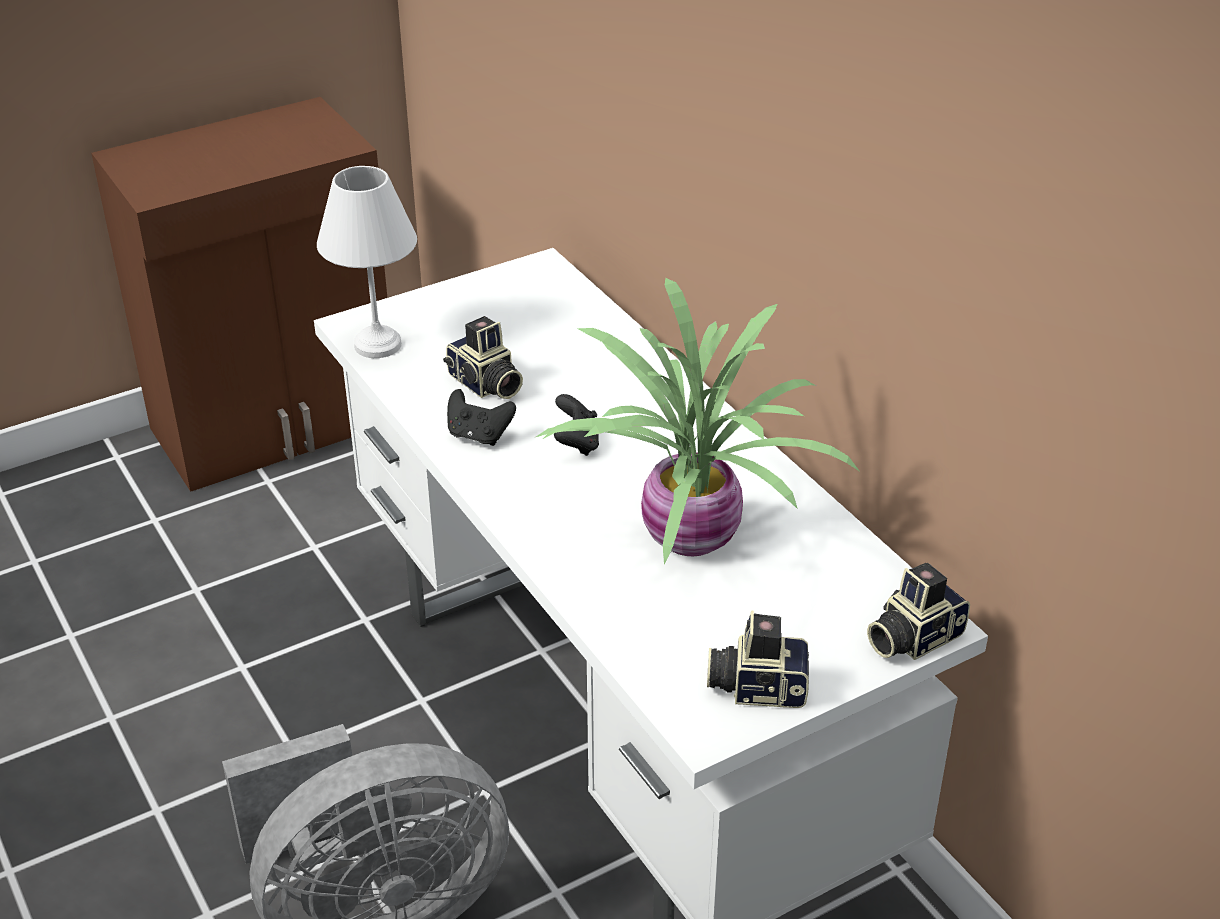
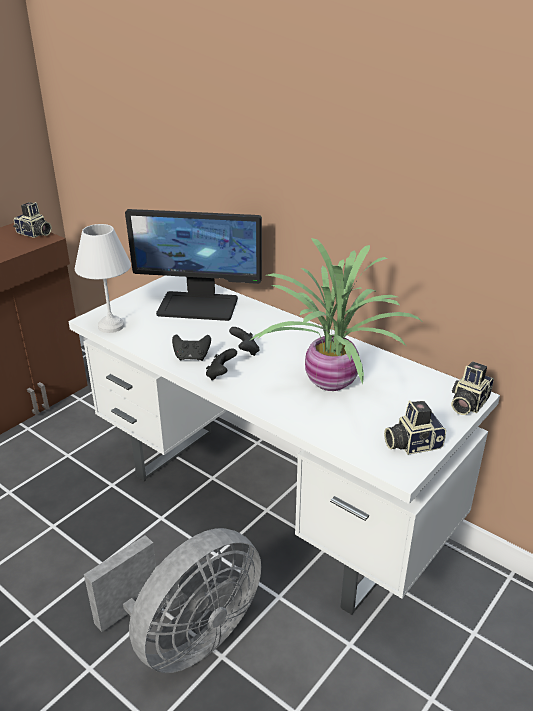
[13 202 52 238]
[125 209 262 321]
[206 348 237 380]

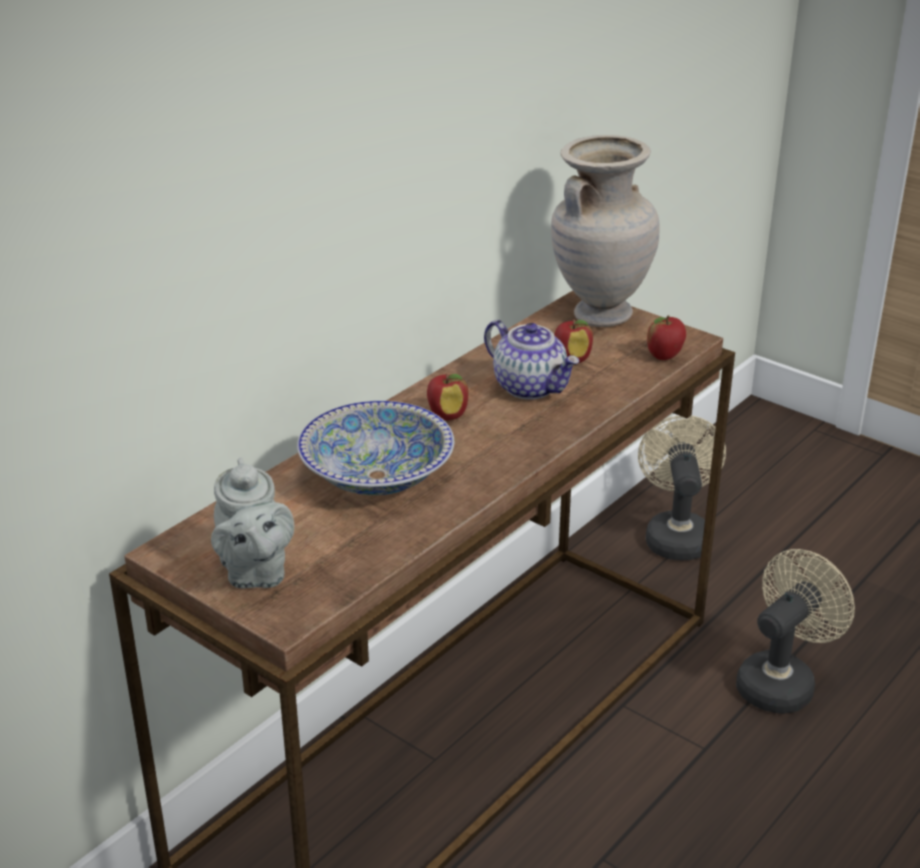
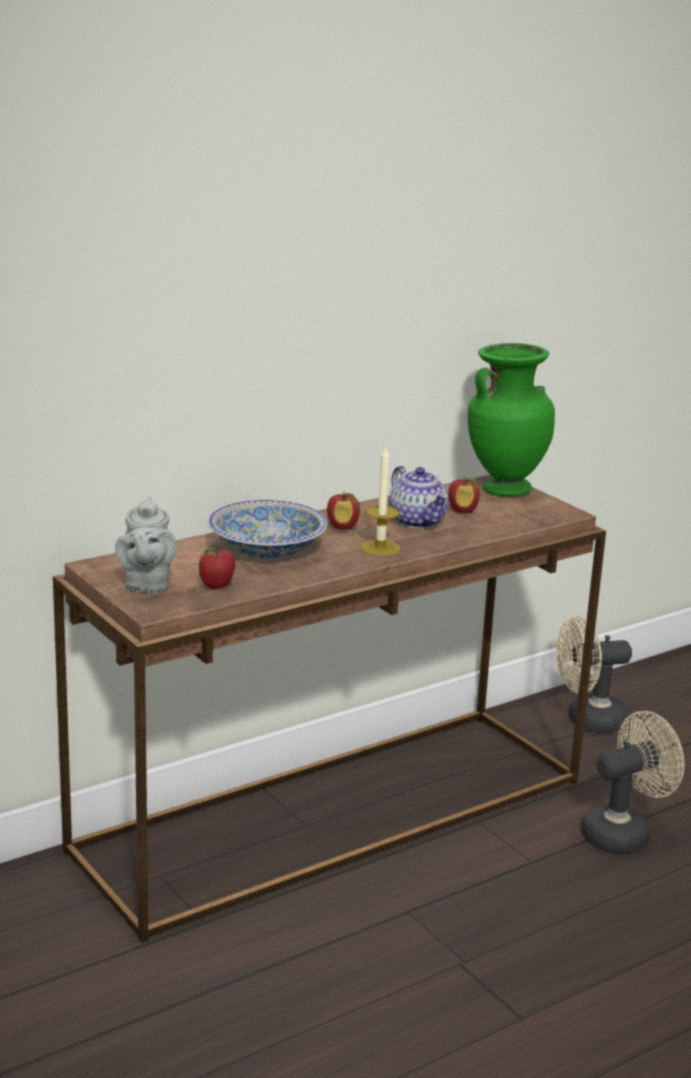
[199 547 235 589]
[361 448 400 556]
[468 343 555 497]
[556 616 632 732]

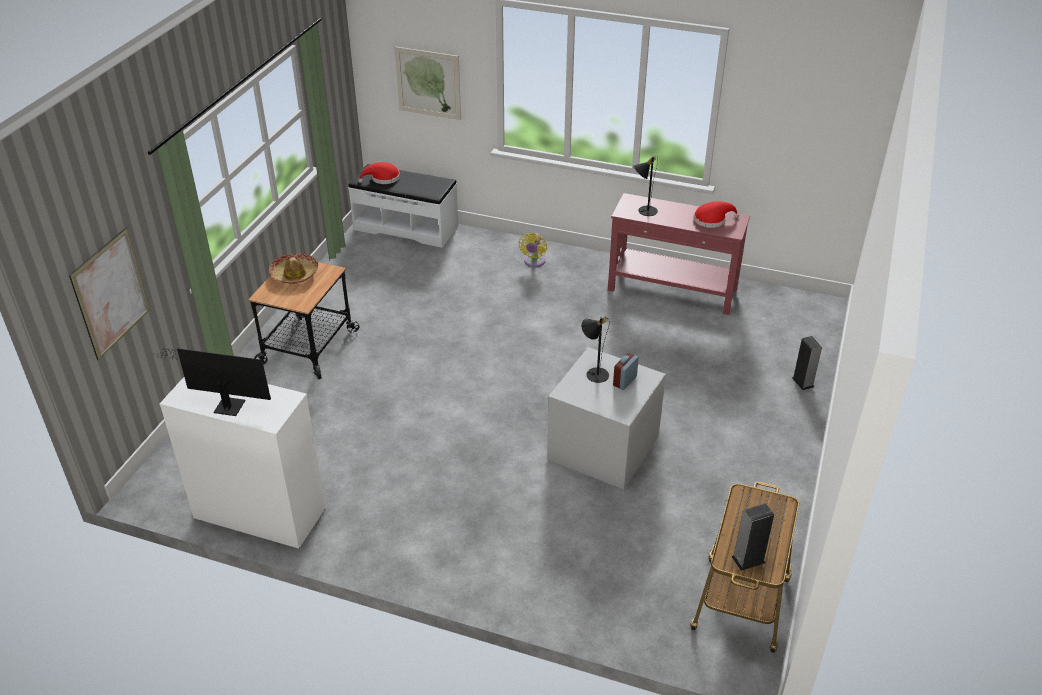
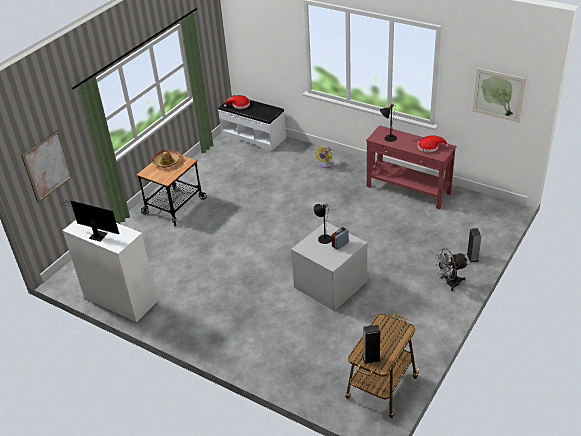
[435 248 468 291]
[472 68 526 123]

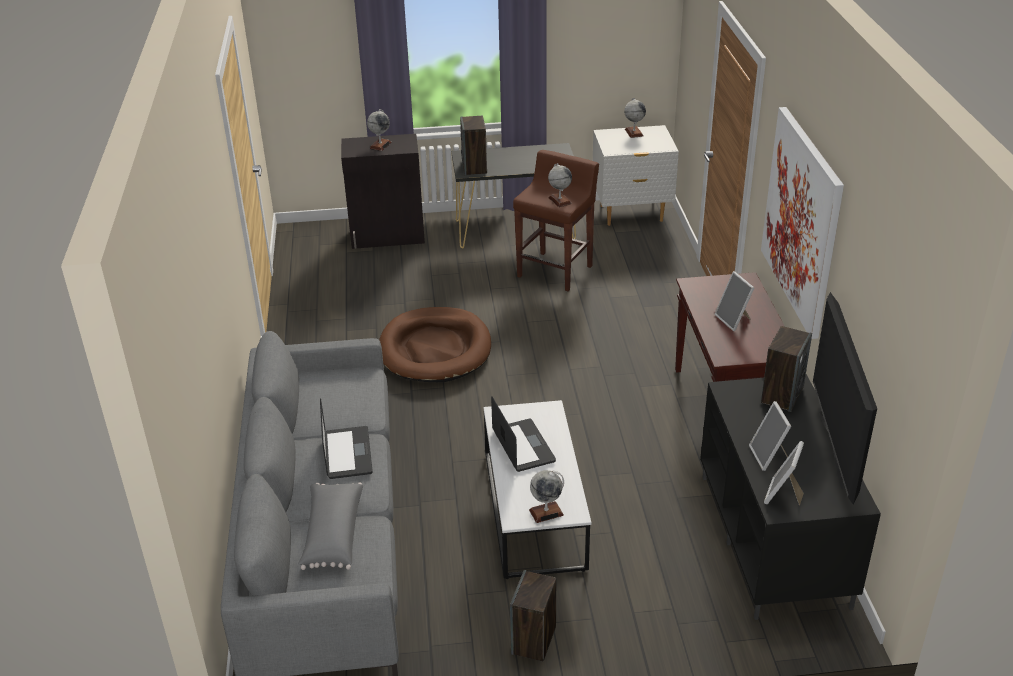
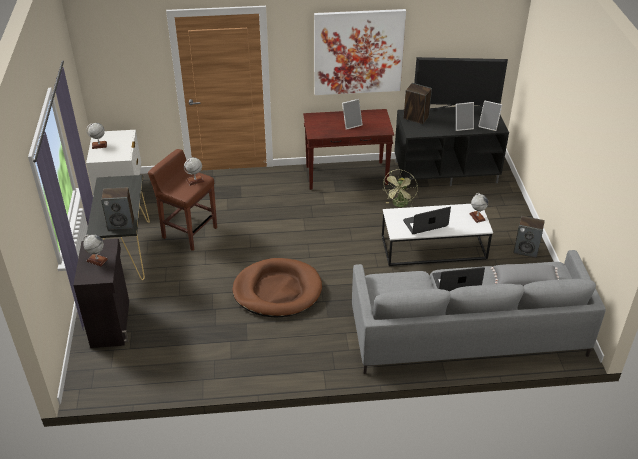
[383 169 418 207]

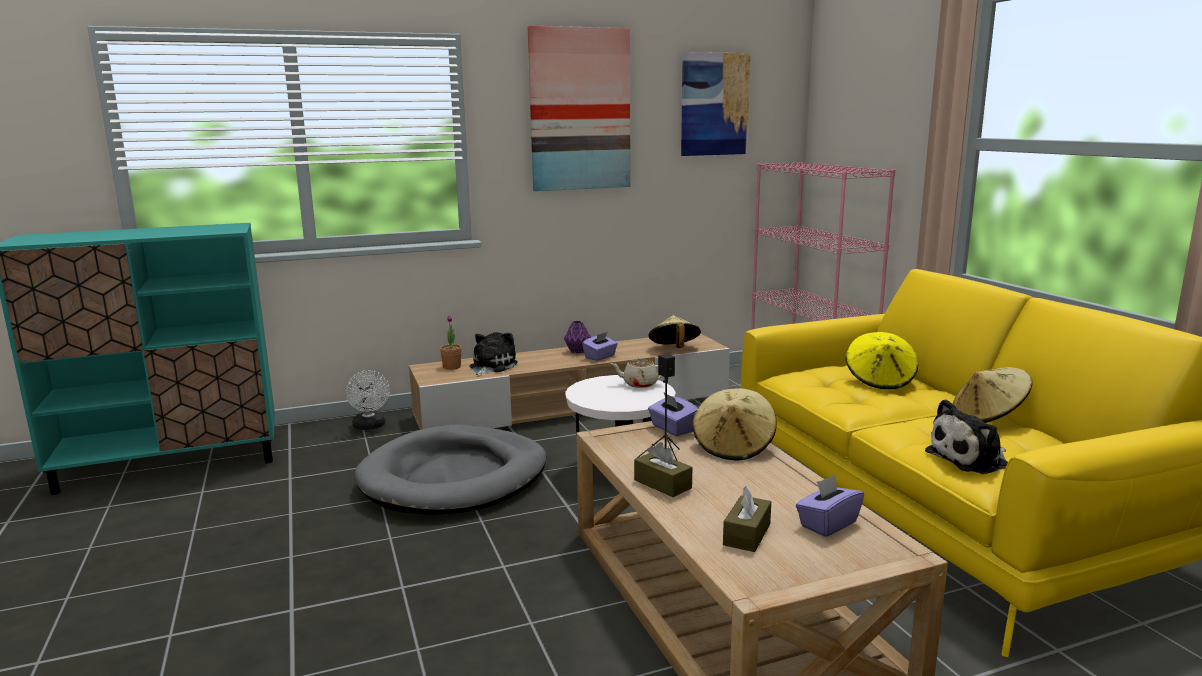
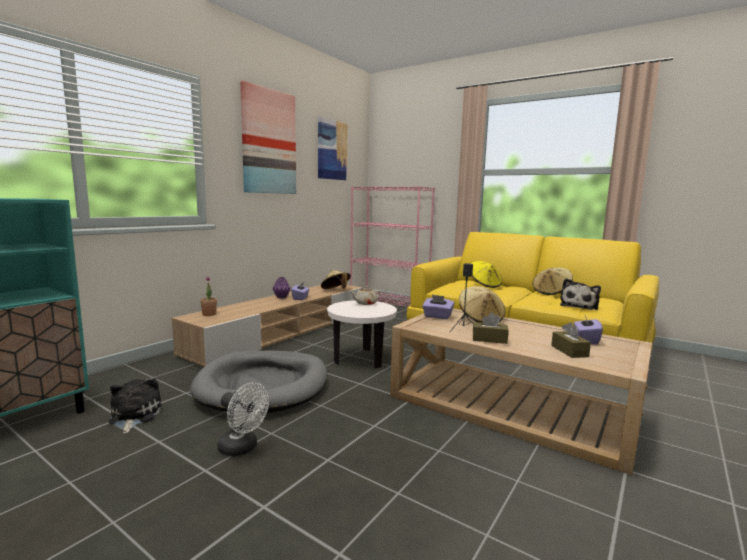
[108 378 162 434]
[218 382 269 457]

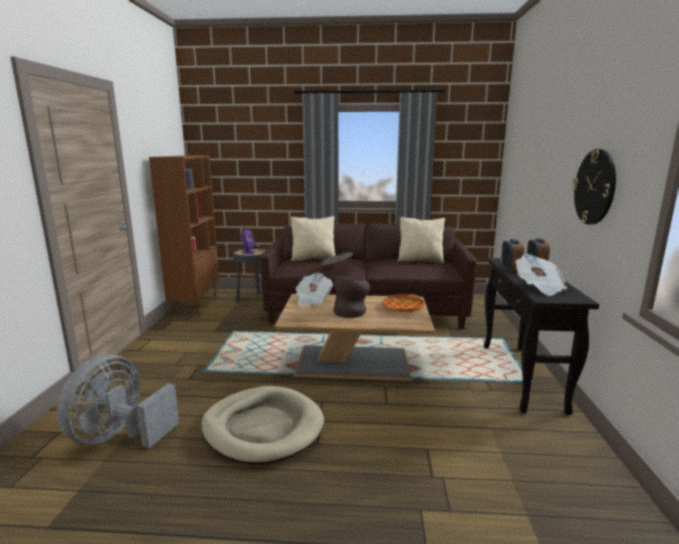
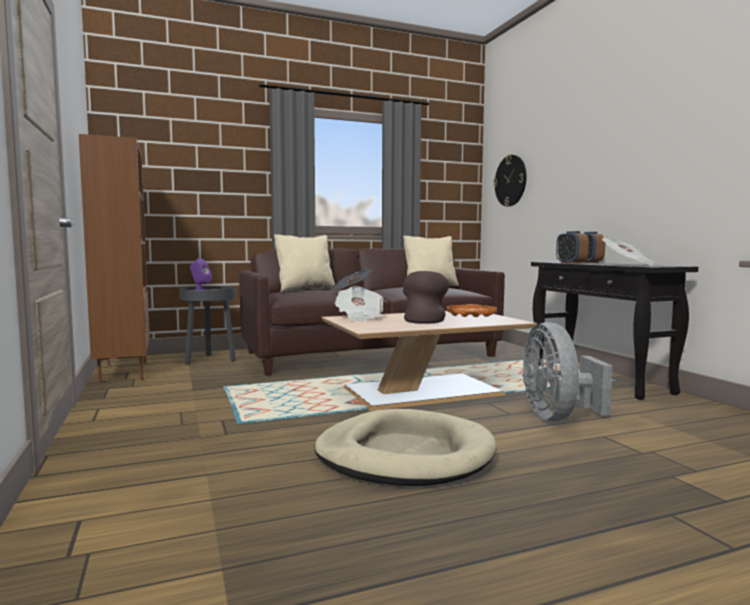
[493 155 526 206]
[522 322 612 422]

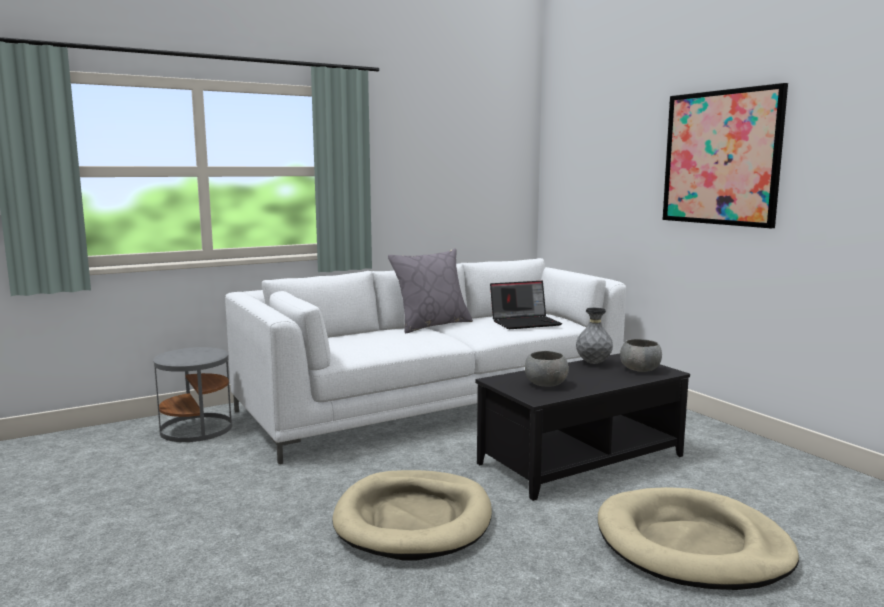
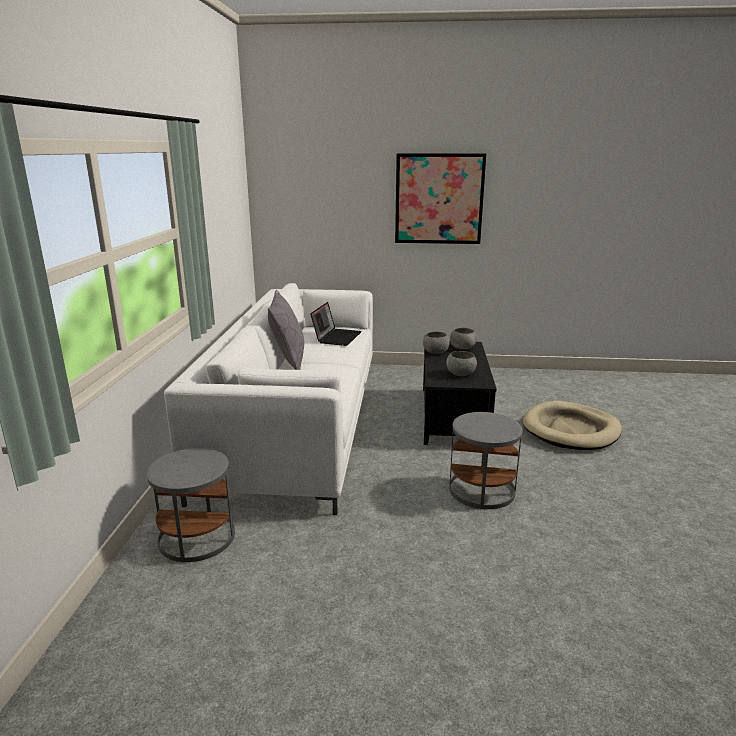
[423 332 450 354]
[449 412 523 509]

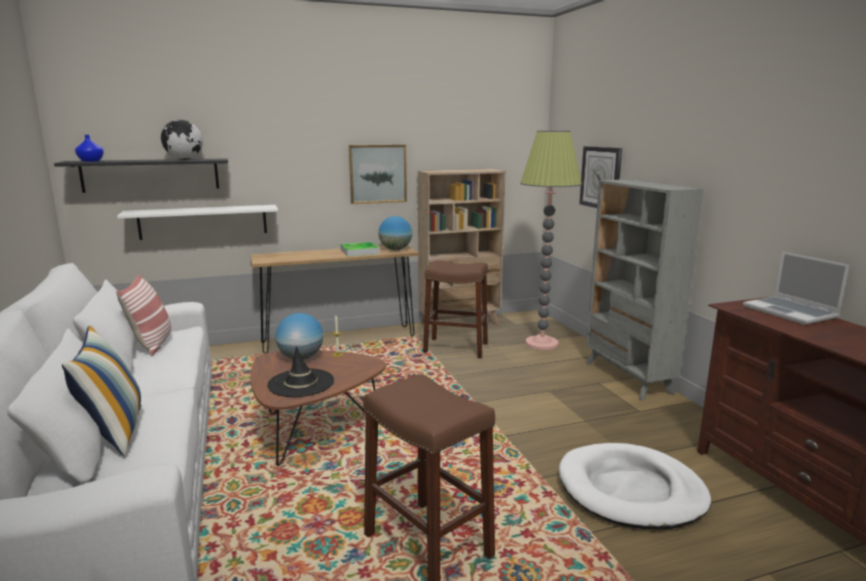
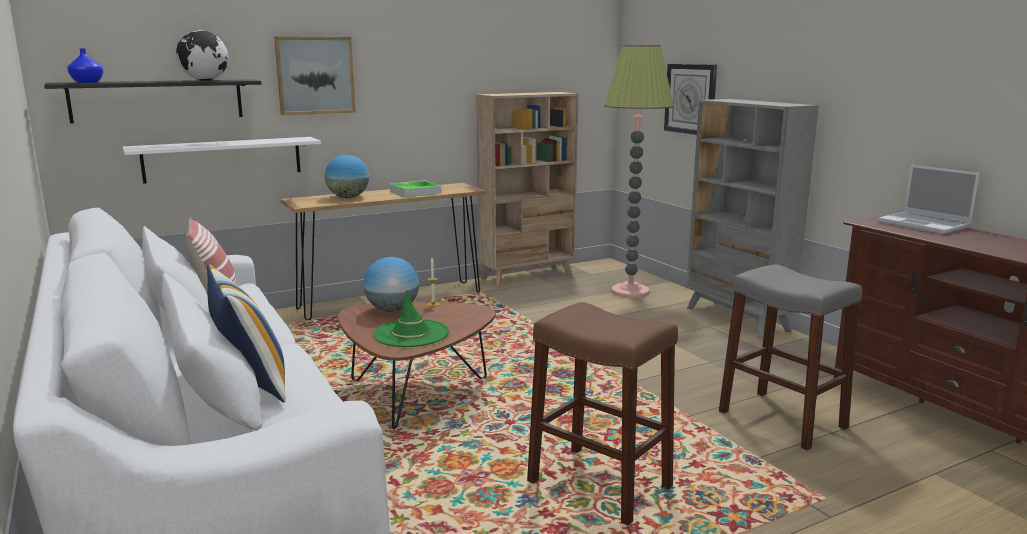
[274 36 356 115]
[325 155 369 198]
[373 290 449 347]
[719 264 862 450]
[423 260 488 358] (first image)

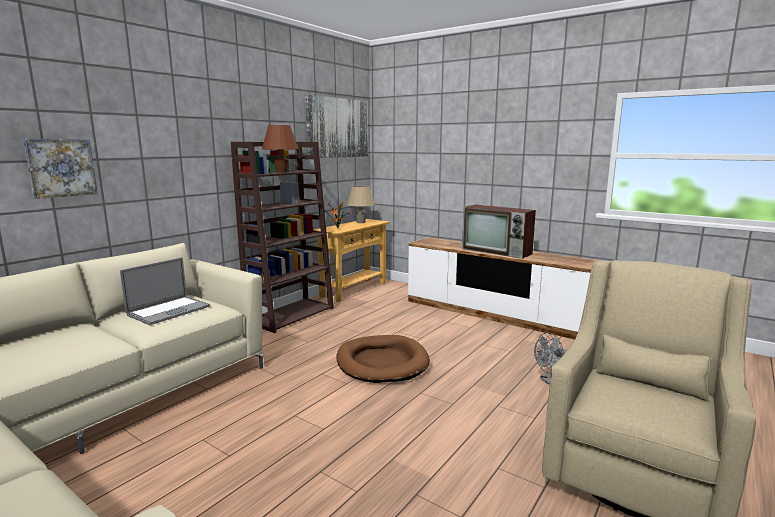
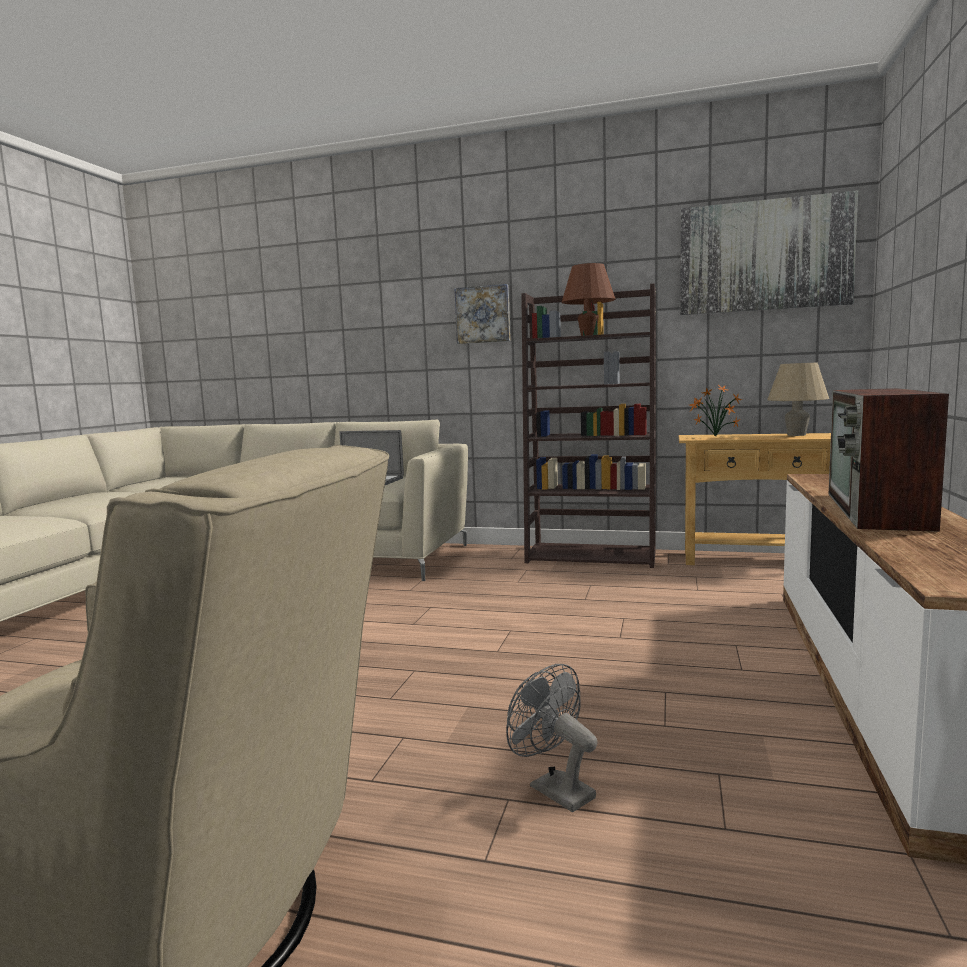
[455 284 510 344]
[336 335 430 383] (first image)

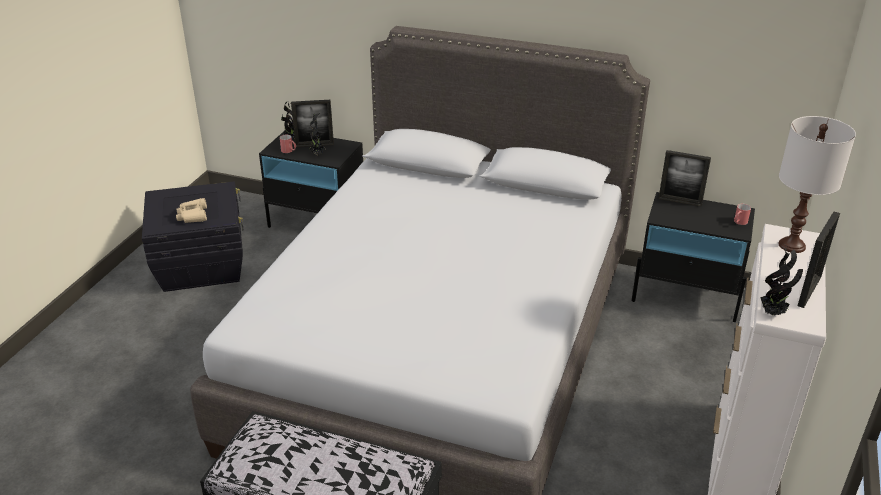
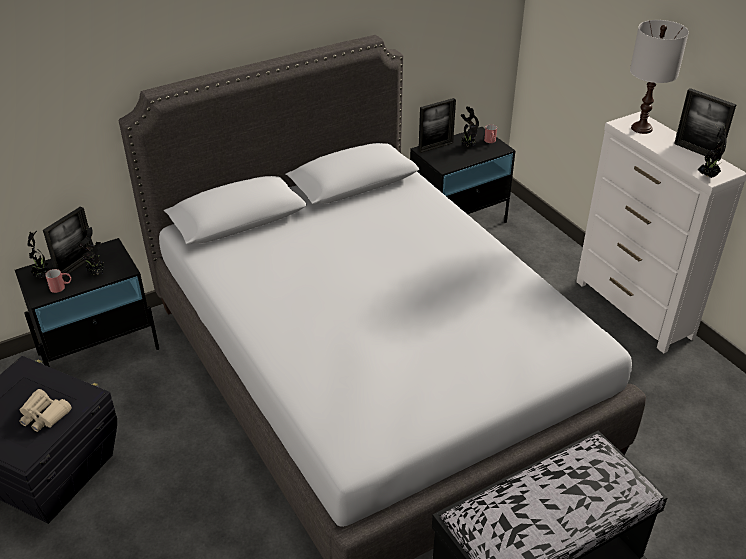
[461 107 479 147]
[674 88 736 161]

